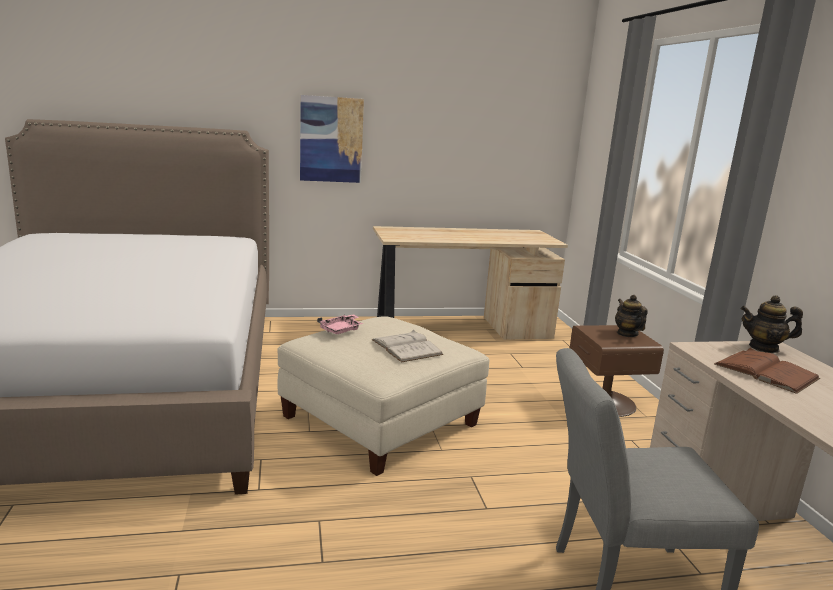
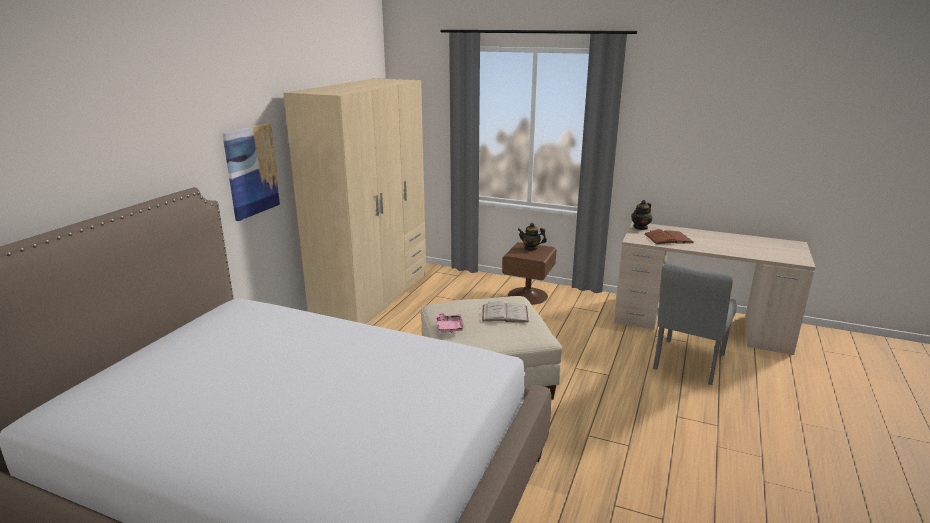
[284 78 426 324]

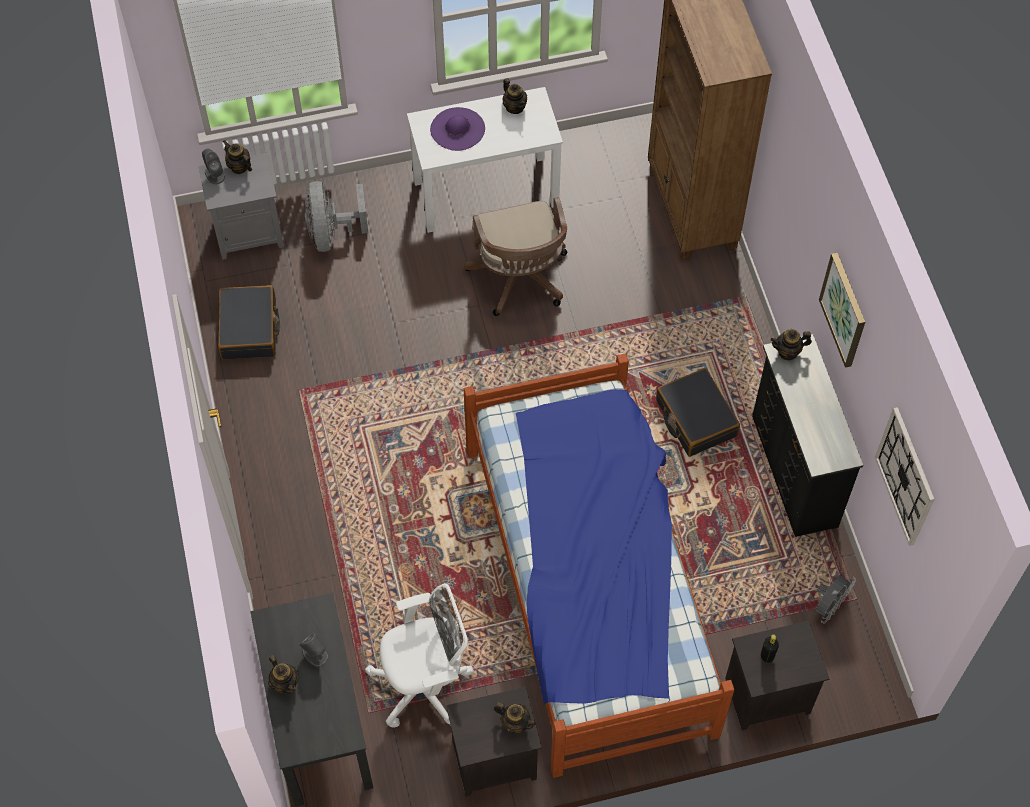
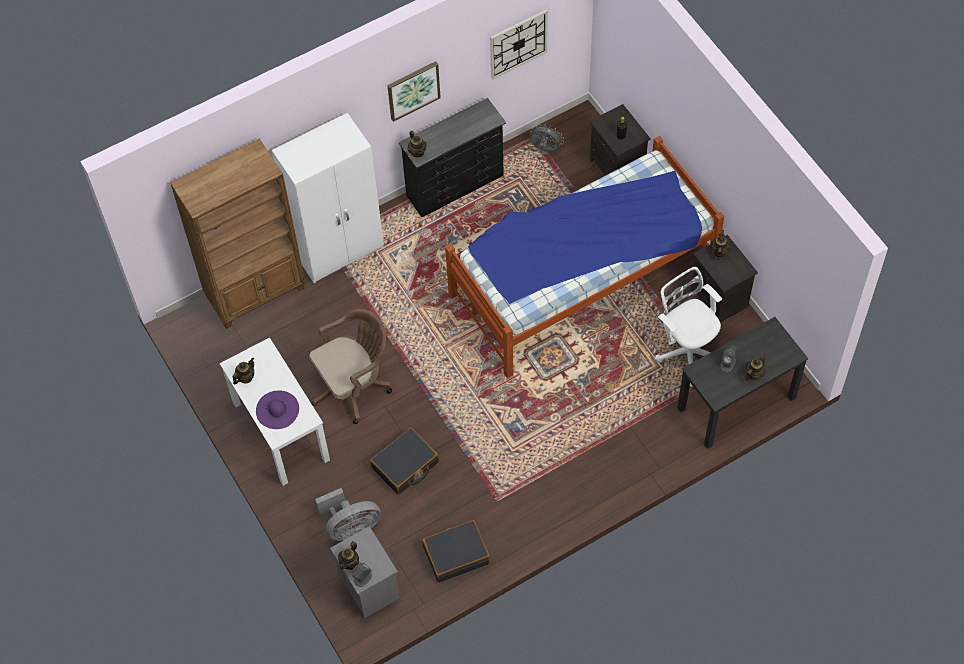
[272 113 384 283]
[370 427 439 495]

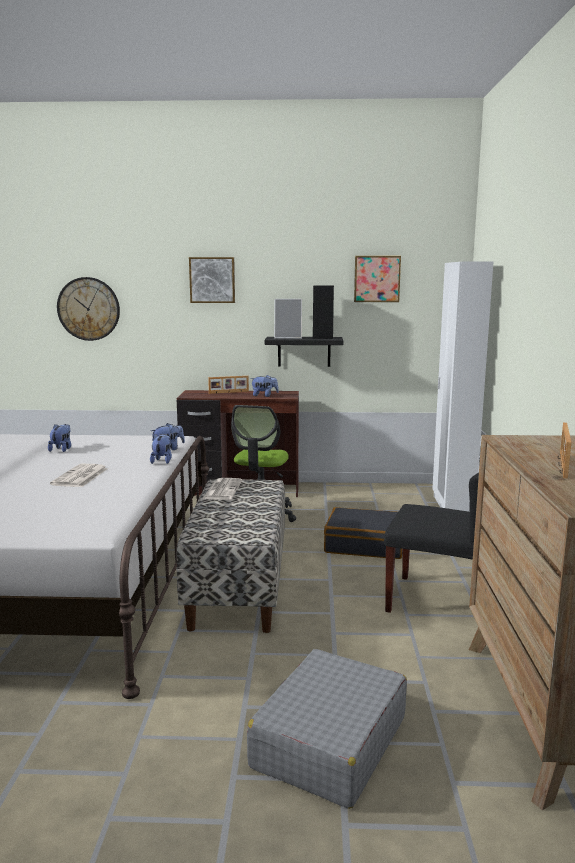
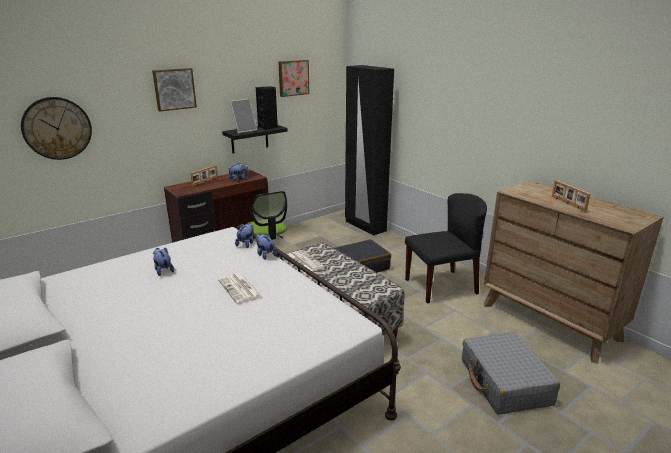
[345 65 394 236]

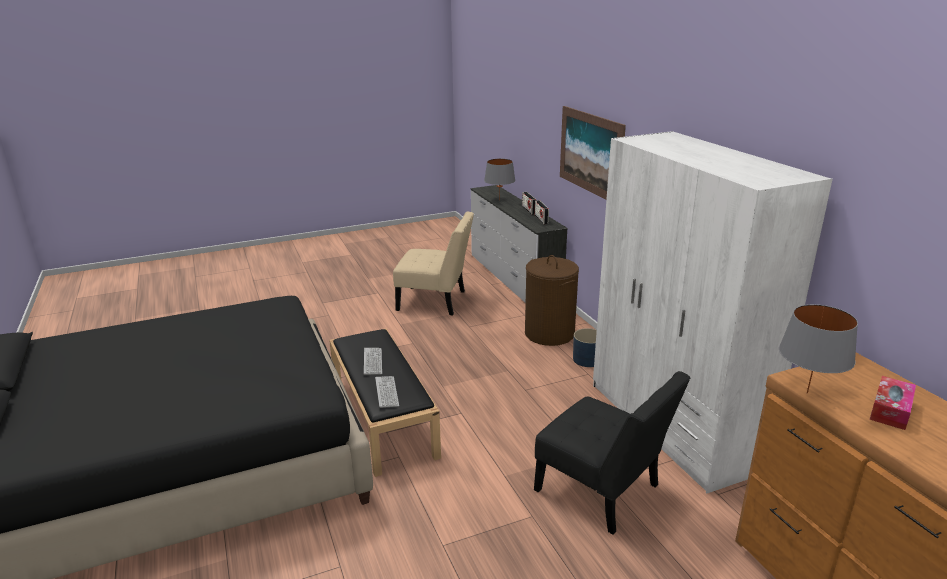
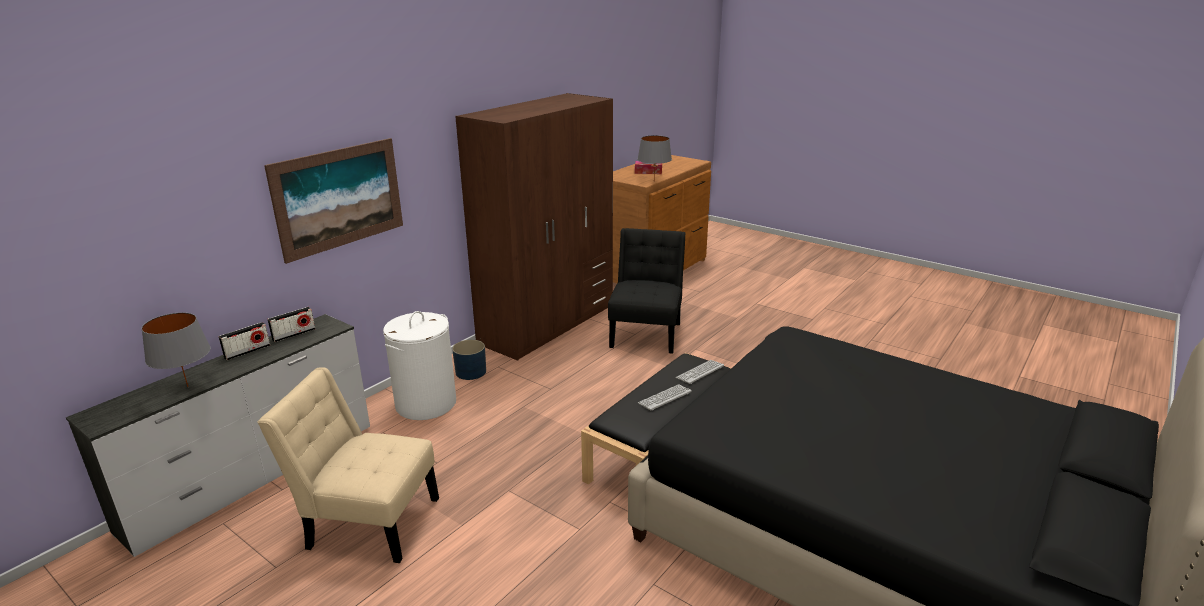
[257 367 439 563]
[383 311 456 420]
[455 93 613 361]

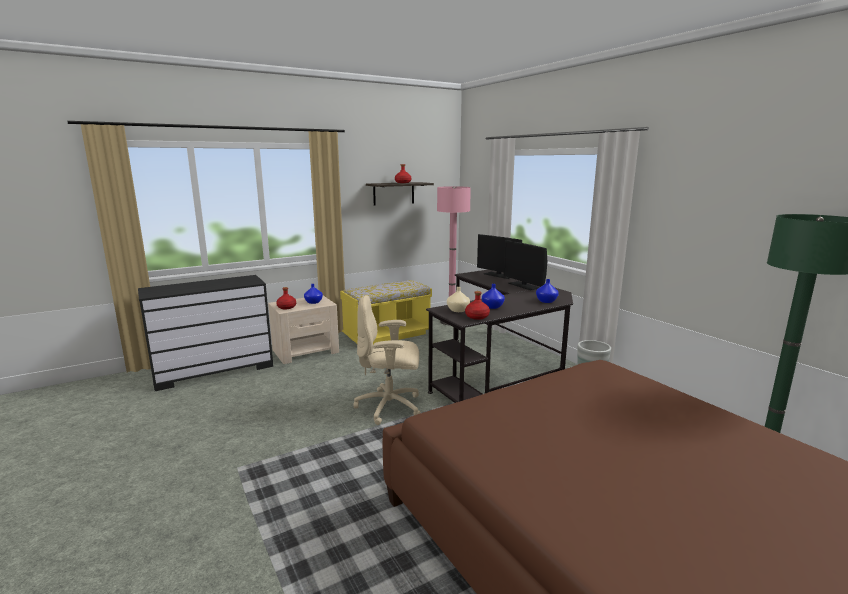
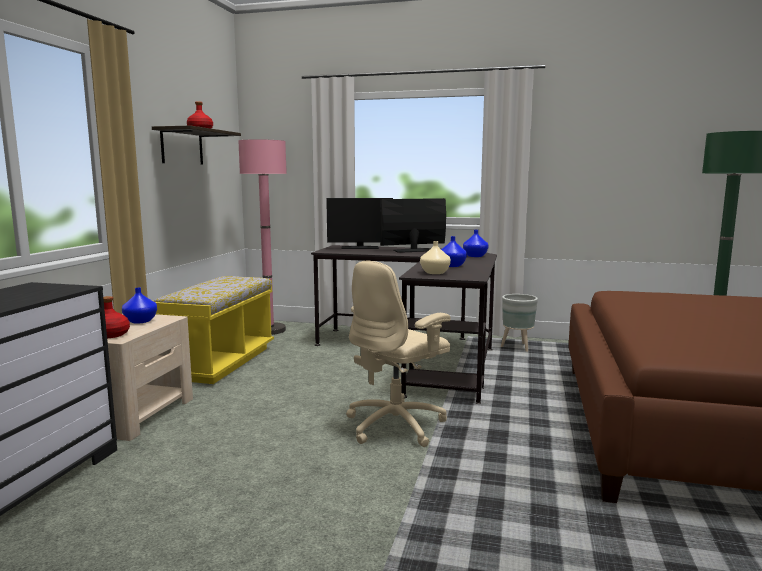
[380 198 446 253]
[465 291 490 320] (first image)

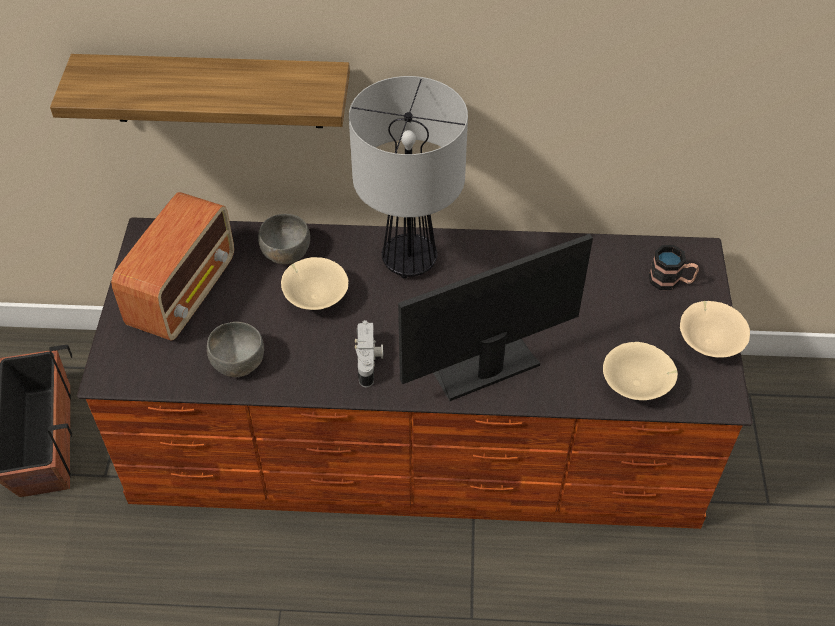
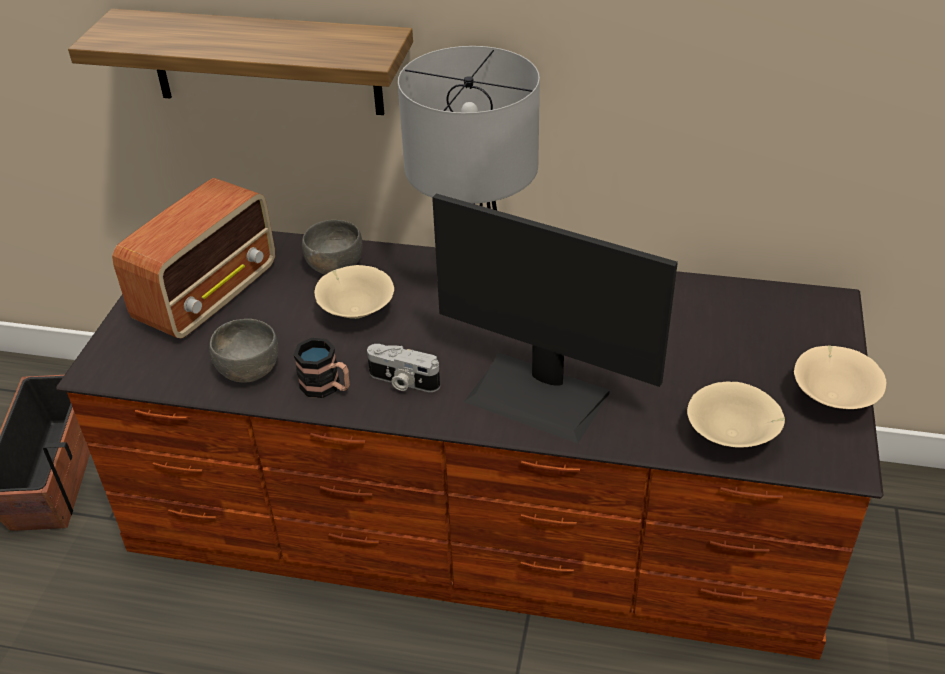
[293 338 350 398]
[367 344 440 392]
[432 193 678 443]

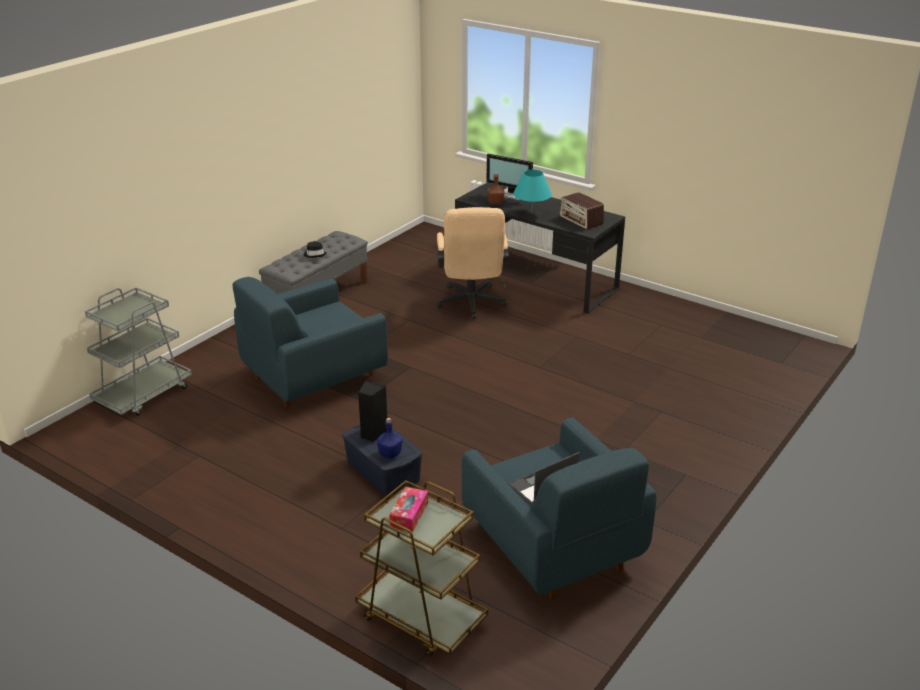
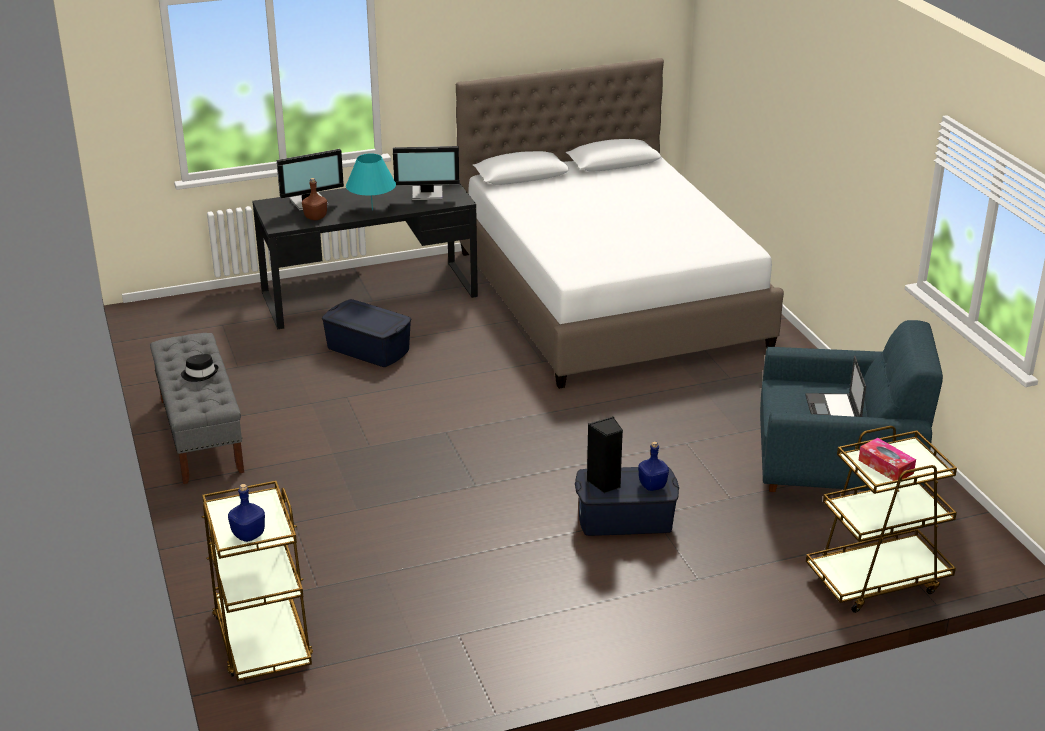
[202 481 313 682]
[228 484 265 542]
[322 299 411 367]
[393 146 460 200]
[456 58 784 389]
[233 277 388 408] (first image)

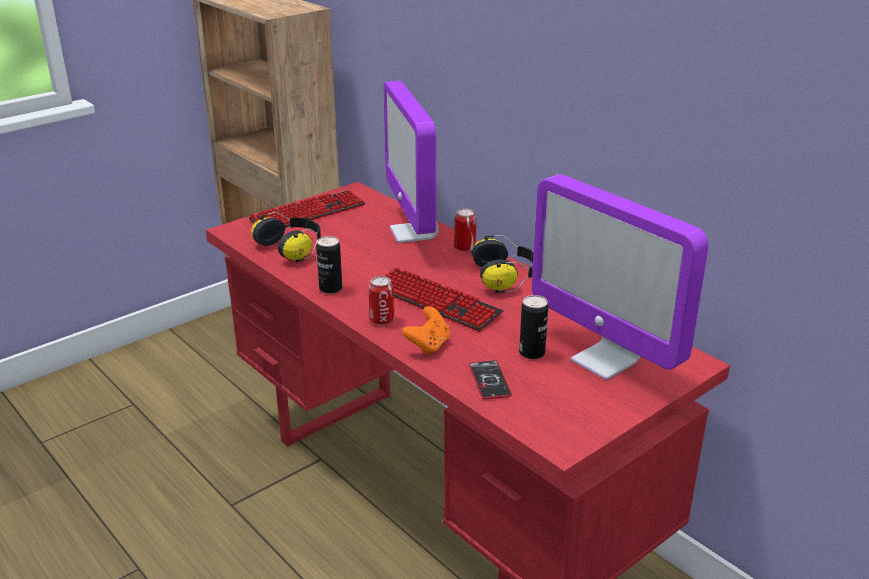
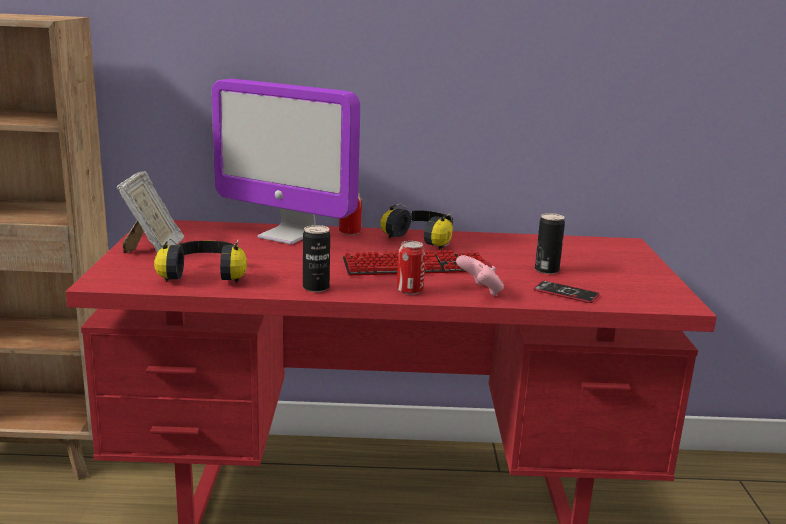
[117 171 184 253]
[456 255 504 296]
[532 174 709 380] (first image)

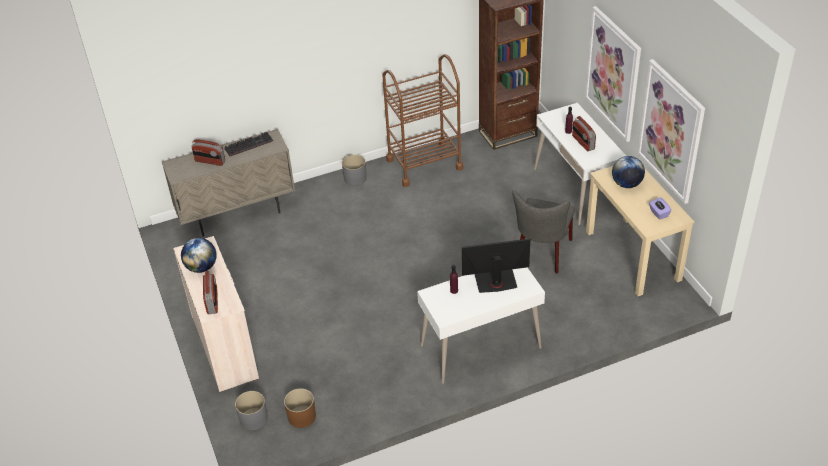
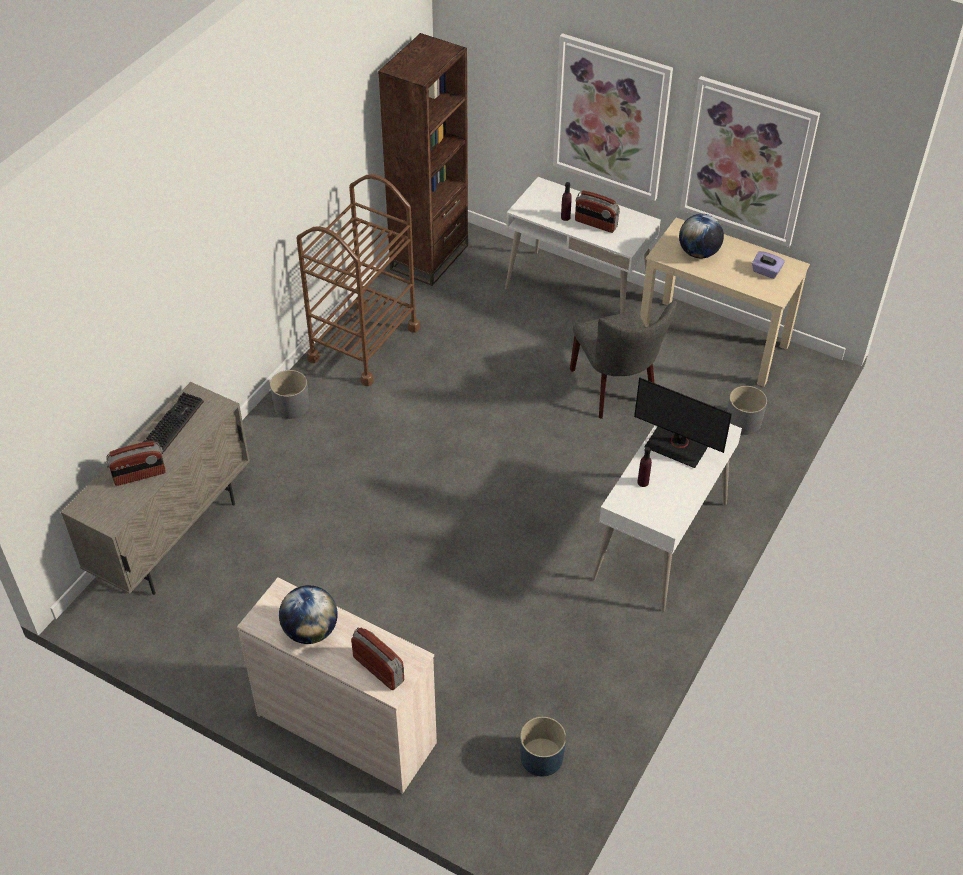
[520 717 566 777]
[634 377 732 468]
[727 386 767 435]

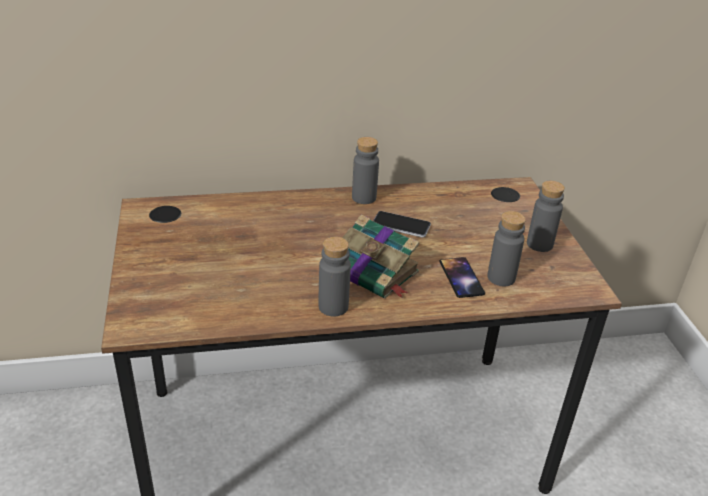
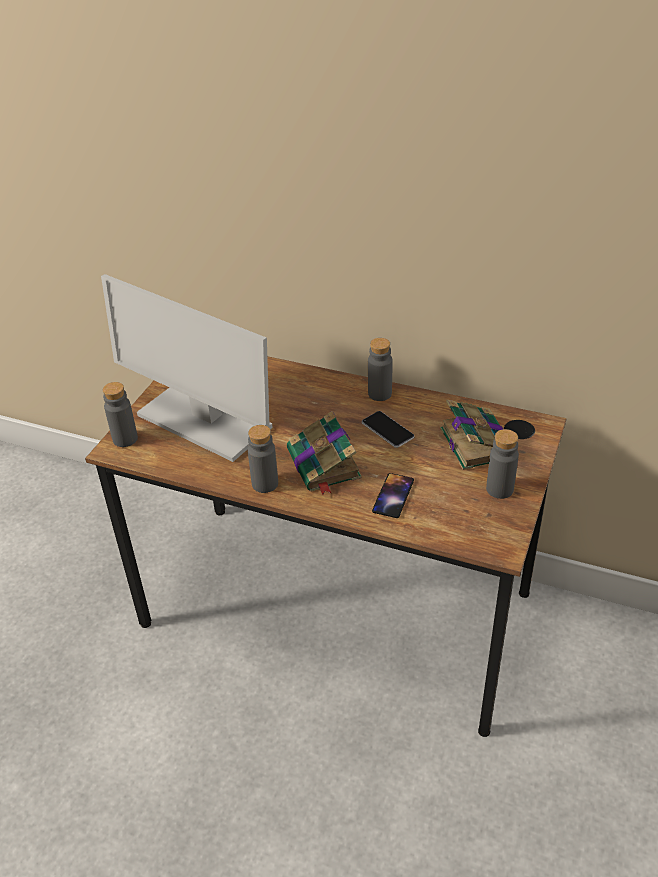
[101 274 273 462]
[103 382 138 447]
[440 400 503 470]

